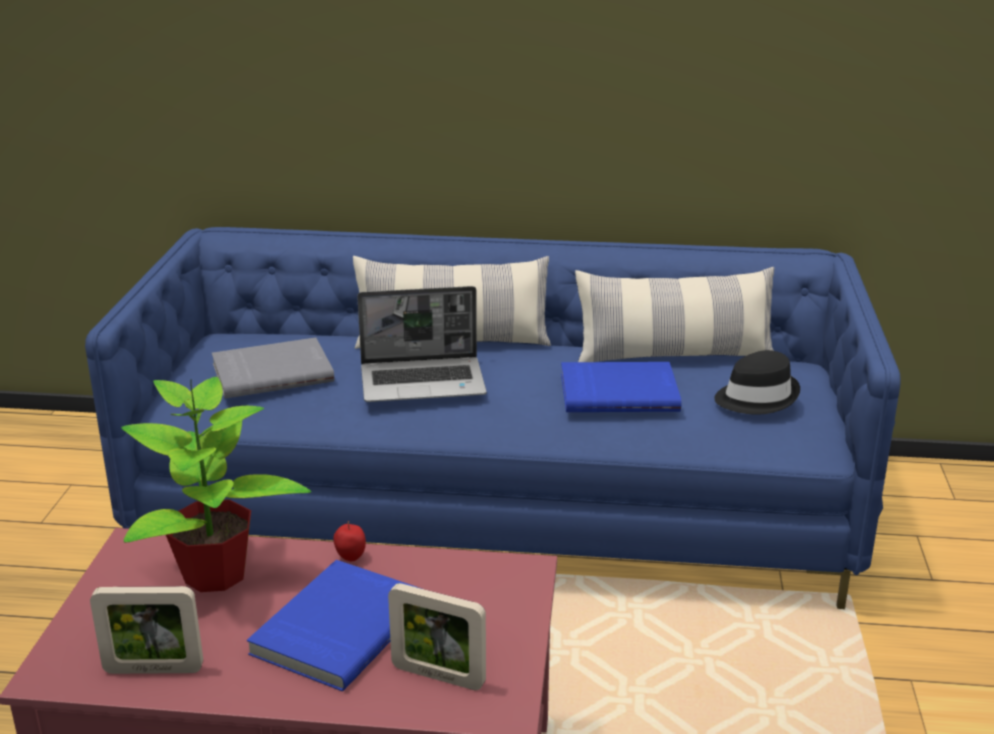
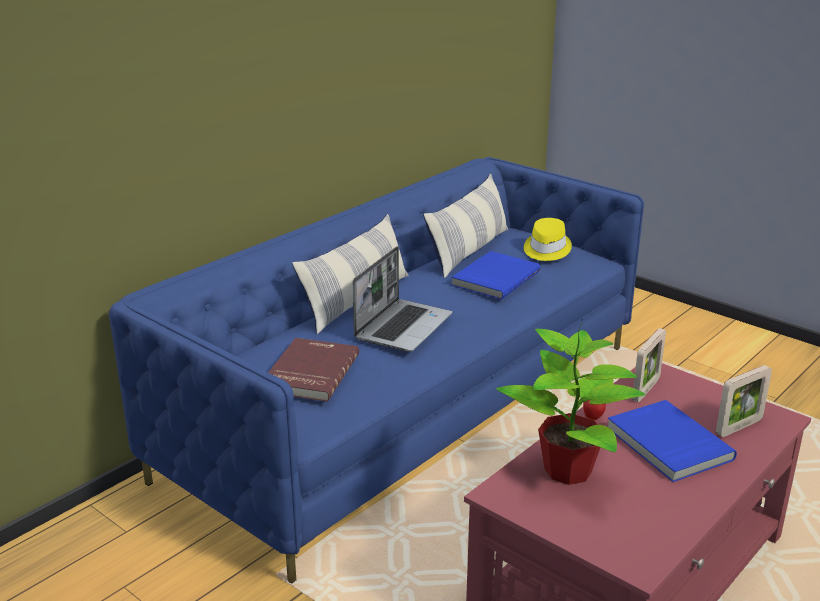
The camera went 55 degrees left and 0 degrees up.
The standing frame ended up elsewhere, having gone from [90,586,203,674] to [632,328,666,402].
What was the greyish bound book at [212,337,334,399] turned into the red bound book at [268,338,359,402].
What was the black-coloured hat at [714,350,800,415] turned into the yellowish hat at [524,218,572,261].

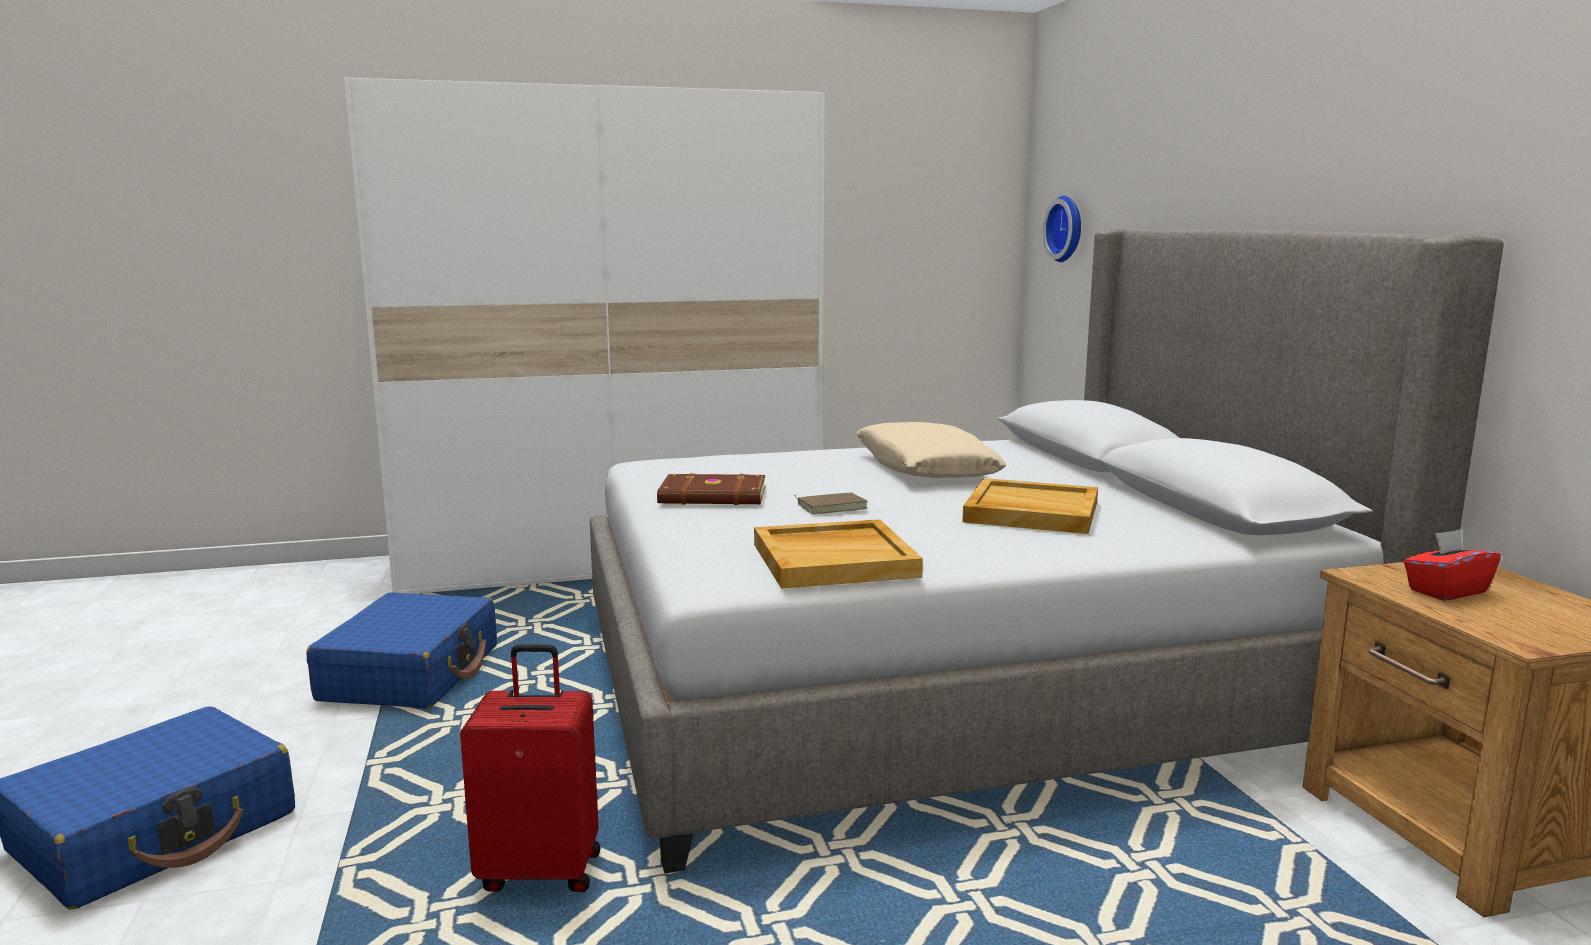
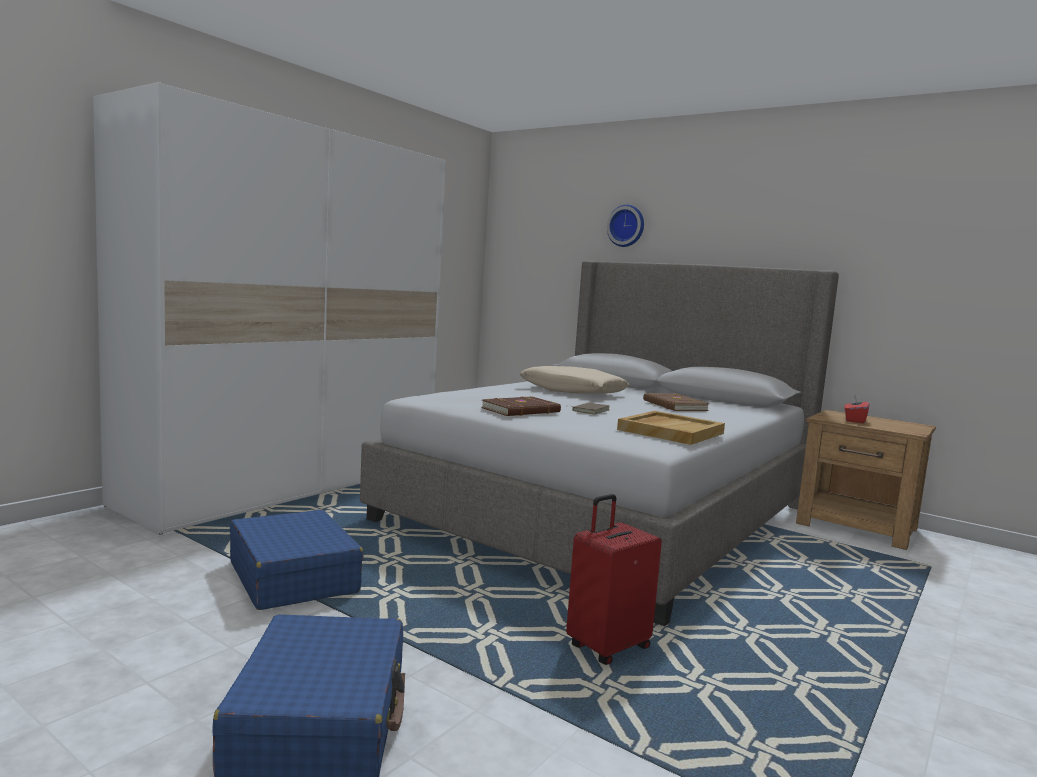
The camera went 40 degrees left and 5 degrees down.
Where the beige carrying tray stood at [962,478,1098,534], the brown-coloured bound book came to stand at [643,393,709,411].
The clock on the wall ended up elsewhere, having gone from [1043,196,1081,262] to [607,205,644,247].

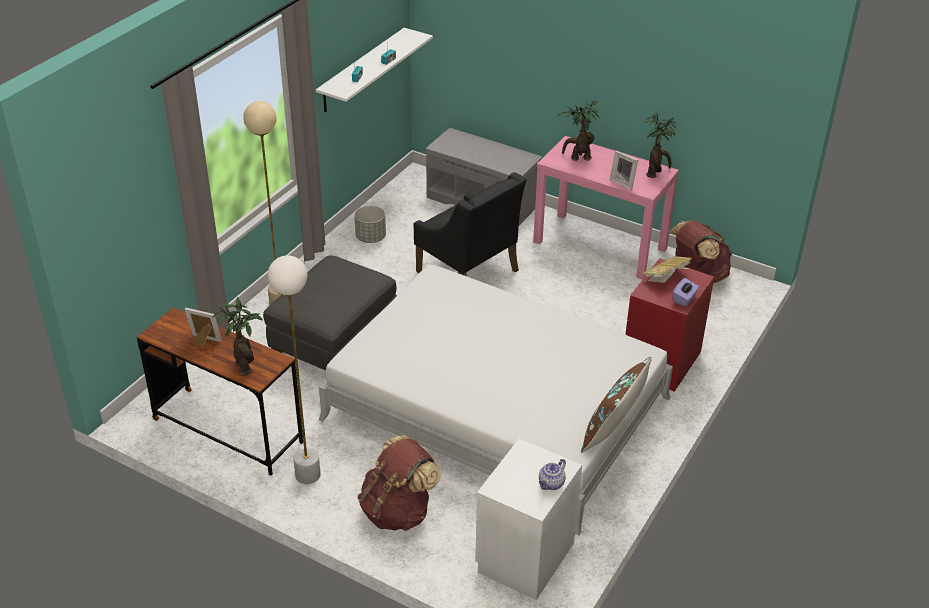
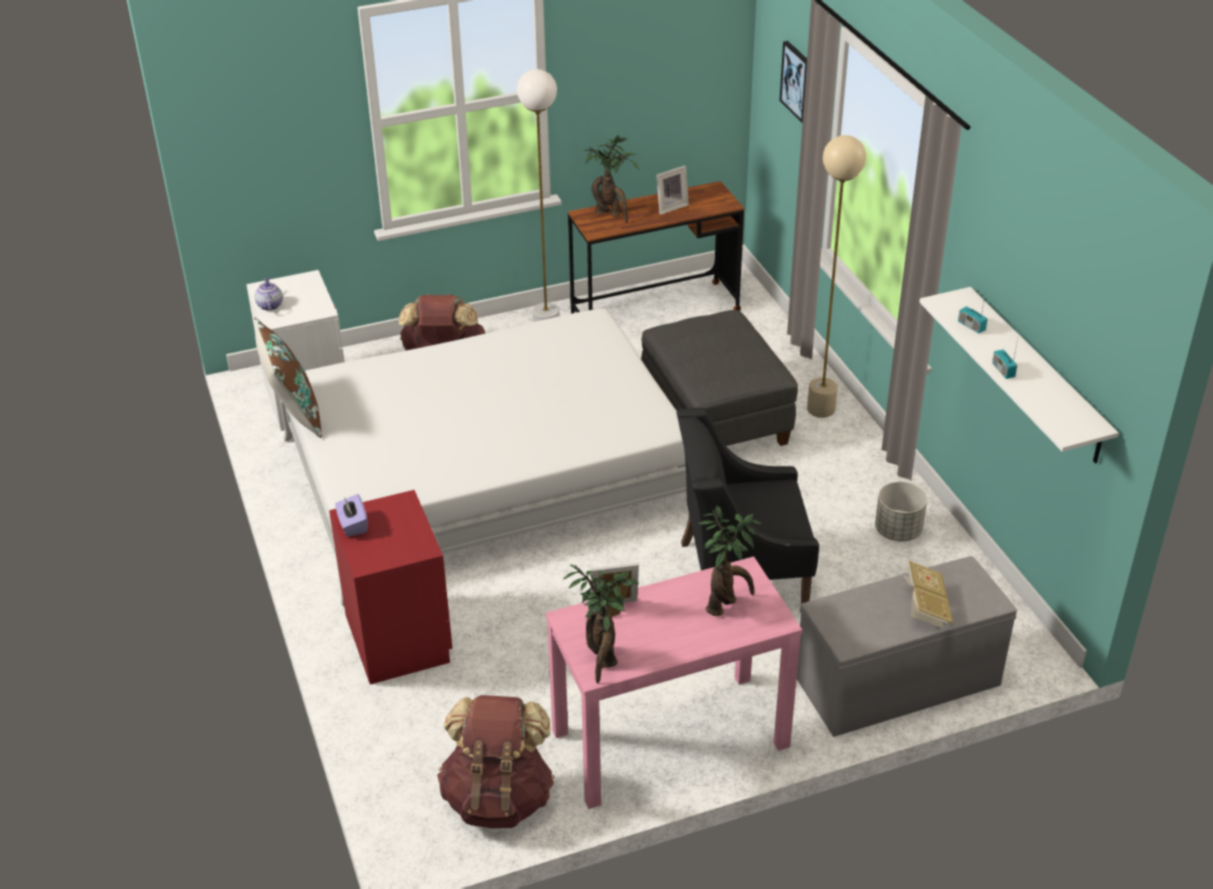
The camera went 130 degrees right and 0 degrees up.
The bound book ended up elsewhere, having gone from [642,256,692,283] to [903,561,953,628].
The second view gained the picture at [780,41,807,123].

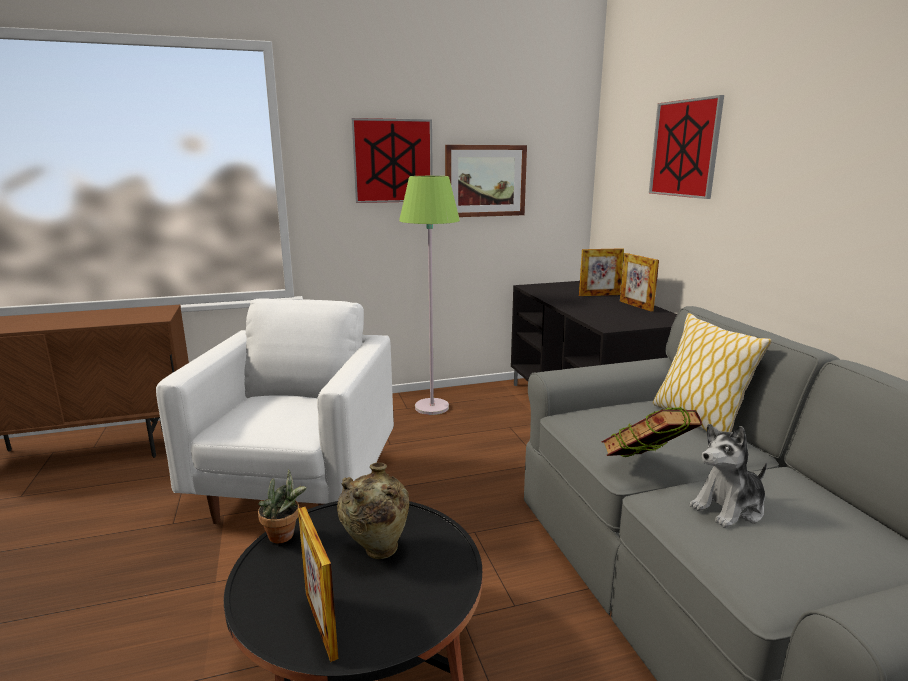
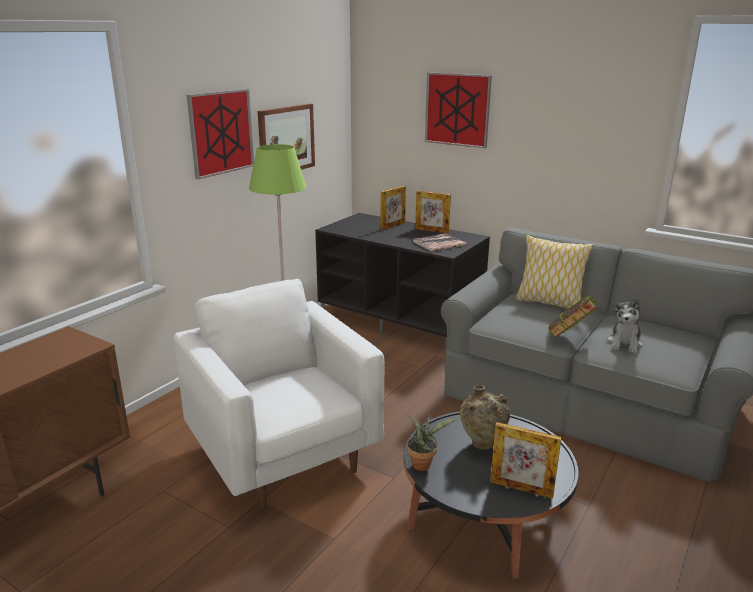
The camera went 40 degrees left and 5 degrees up.
The second view gained the bound book at [413,234,467,252].

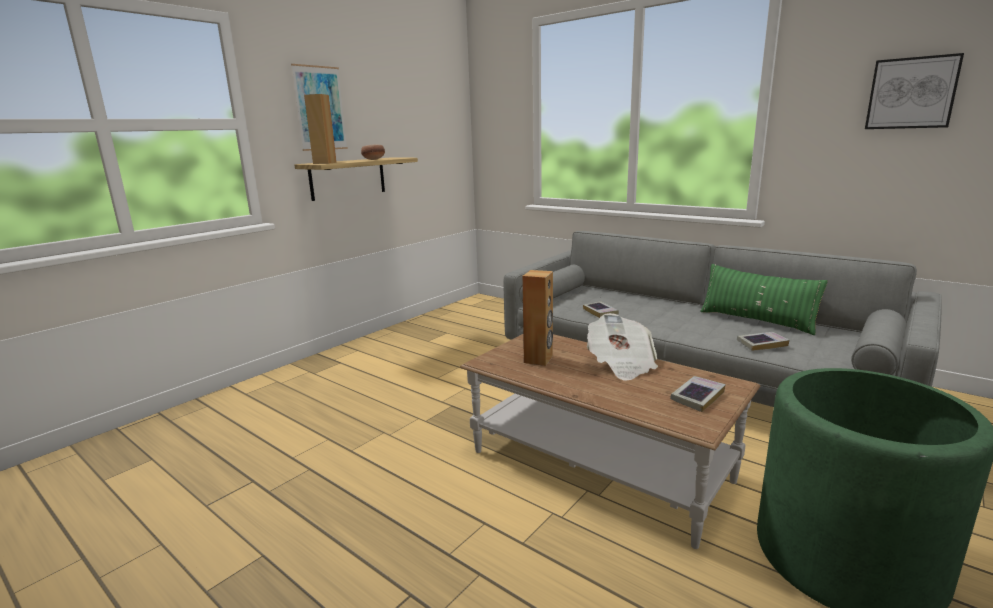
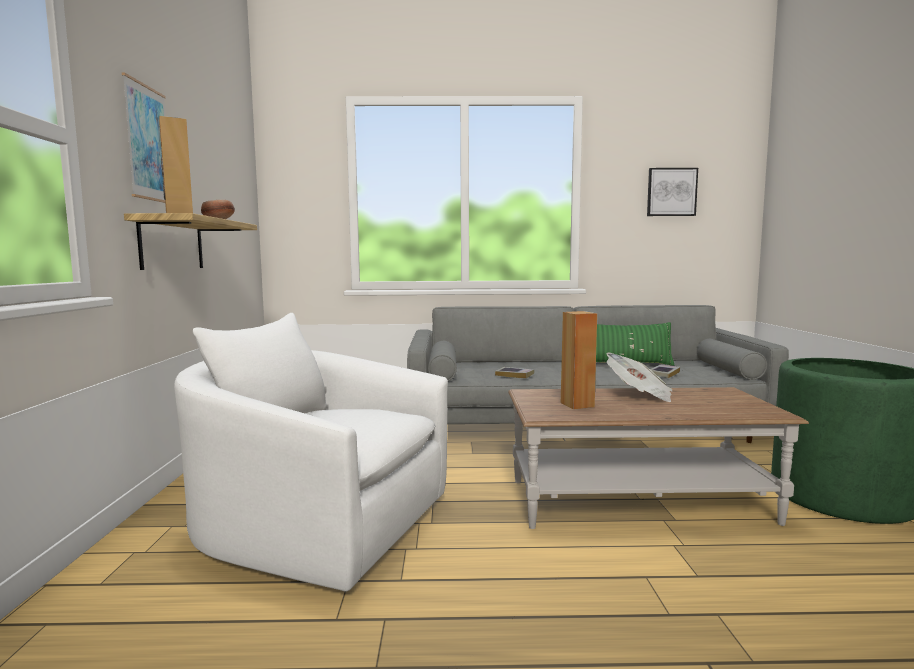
The camera went 40 degrees left and 10 degrees down.
The second view lost the bound book at [670,376,726,412].
The second view gained the white lounge chair at [174,313,448,592].

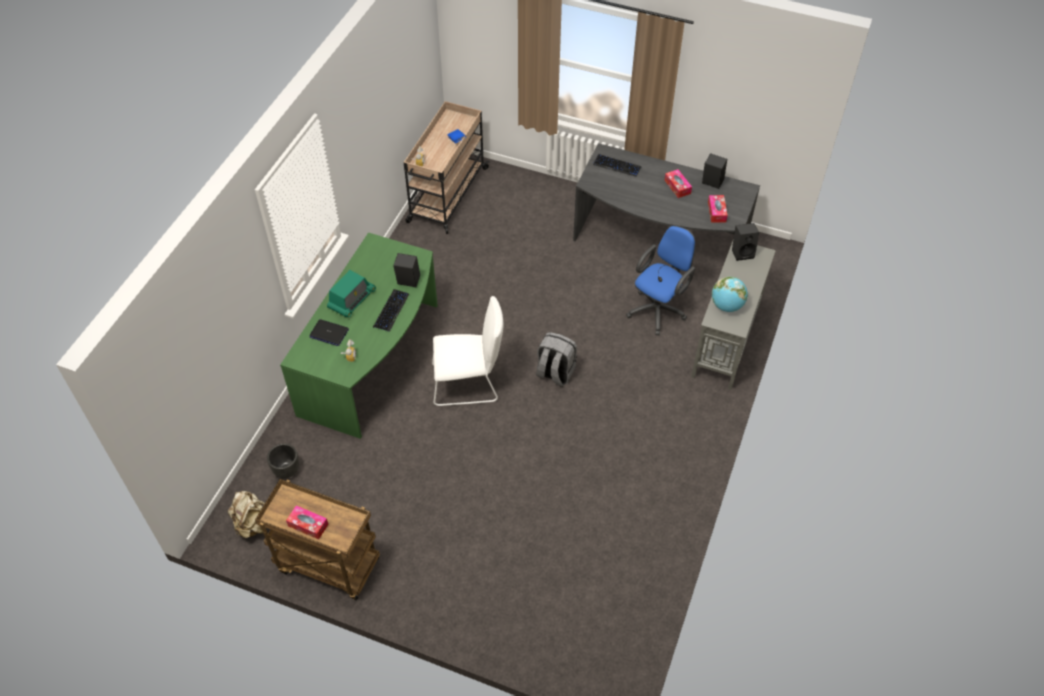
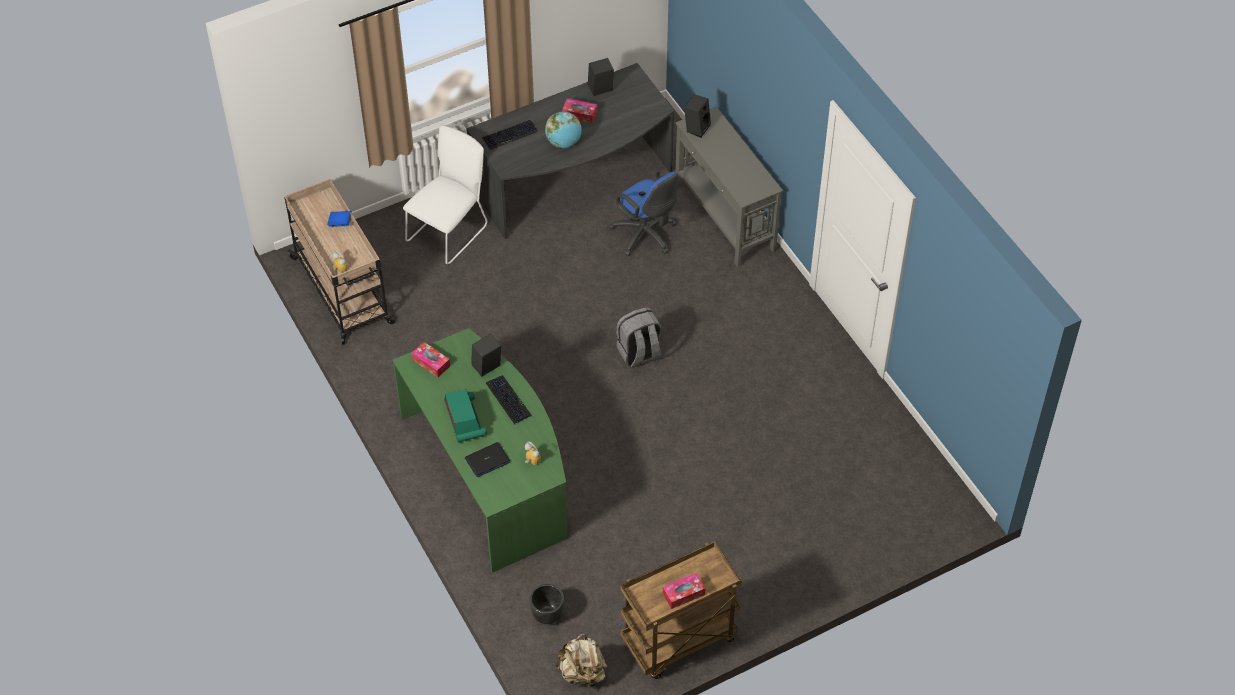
The camera went 50 degrees left and 0 degrees up.
The white chair ended up elsewhere, having gone from [432,296,503,406] to [403,126,487,264].
The blue computer chair at [626,226,695,335] ended up facing another way, 150 degrees clockwise from before.
The box of tissues ended up elsewhere, having gone from [708,195,728,223] to [412,342,450,377].
The desk globe ended up elsewhere, having gone from [712,277,748,312] to [545,112,582,148].

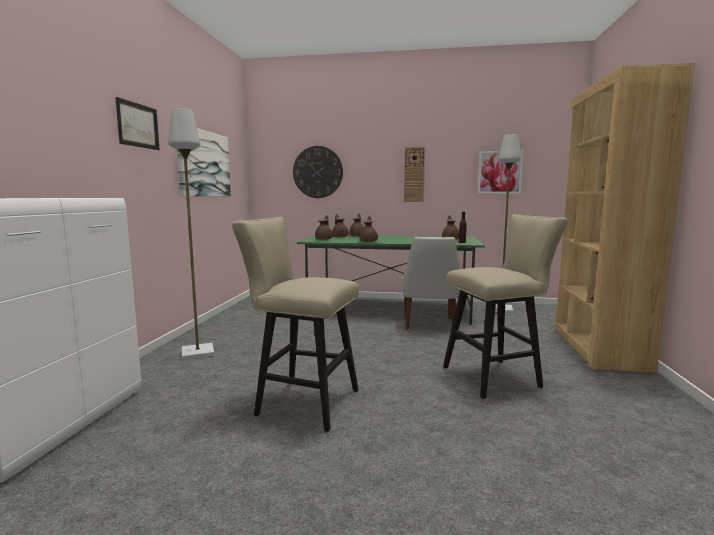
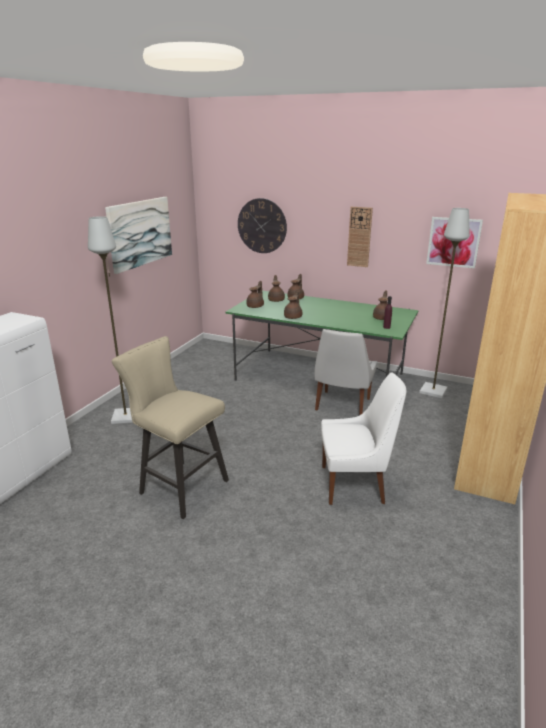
The camera went 15 degrees right and 15 degrees up.
The second view lost the picture at [115,97,160,150].
Where the beige stool seat stood at [443,214,568,399], the white chair came to stand at [321,372,406,505].

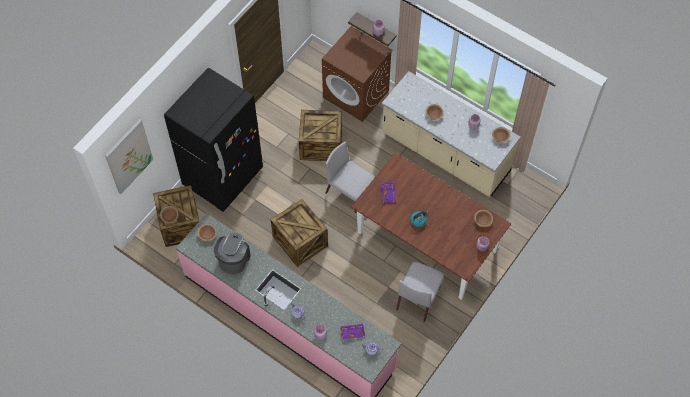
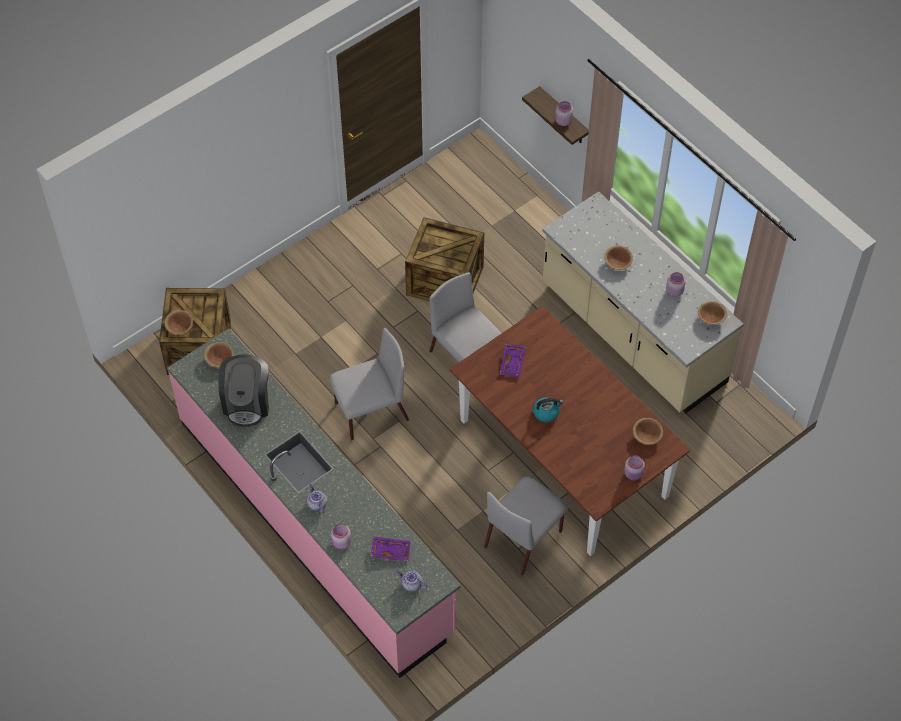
The camera went 15 degrees right and 5 degrees down.
The second view lost the picture at [105,119,153,194].
The second view lost the black-coloured fridge at [164,67,263,212].
The coffee machine at [214,232,251,274] ended up facing another way, 150 degrees clockwise from before.
Where the packing crate stood at [271,199,328,267], the greyish chair came to stand at [329,328,409,440].
The second view lost the brown-coloured laundry appliance at [322,26,392,122].

